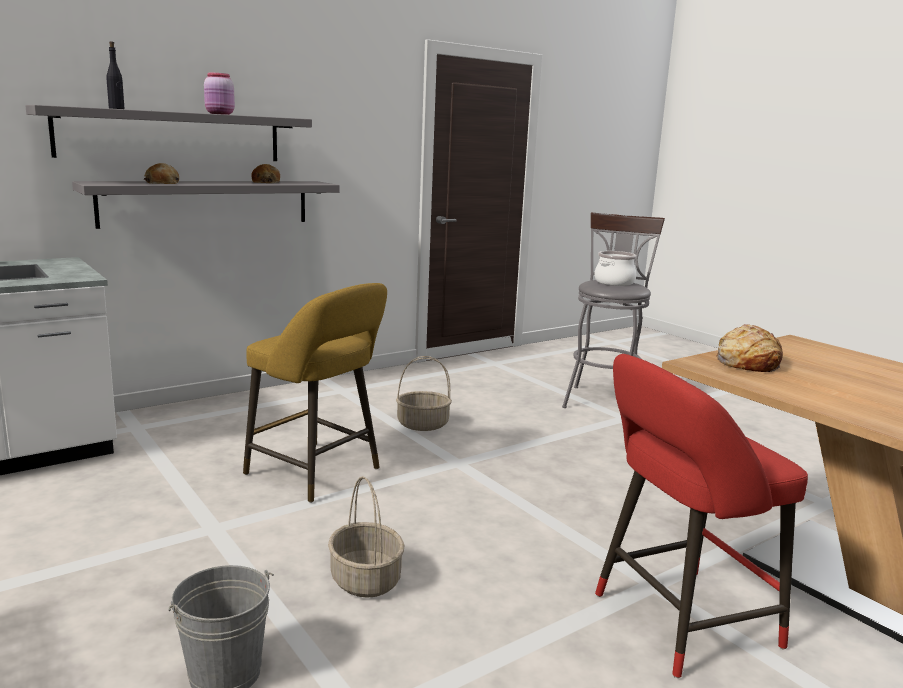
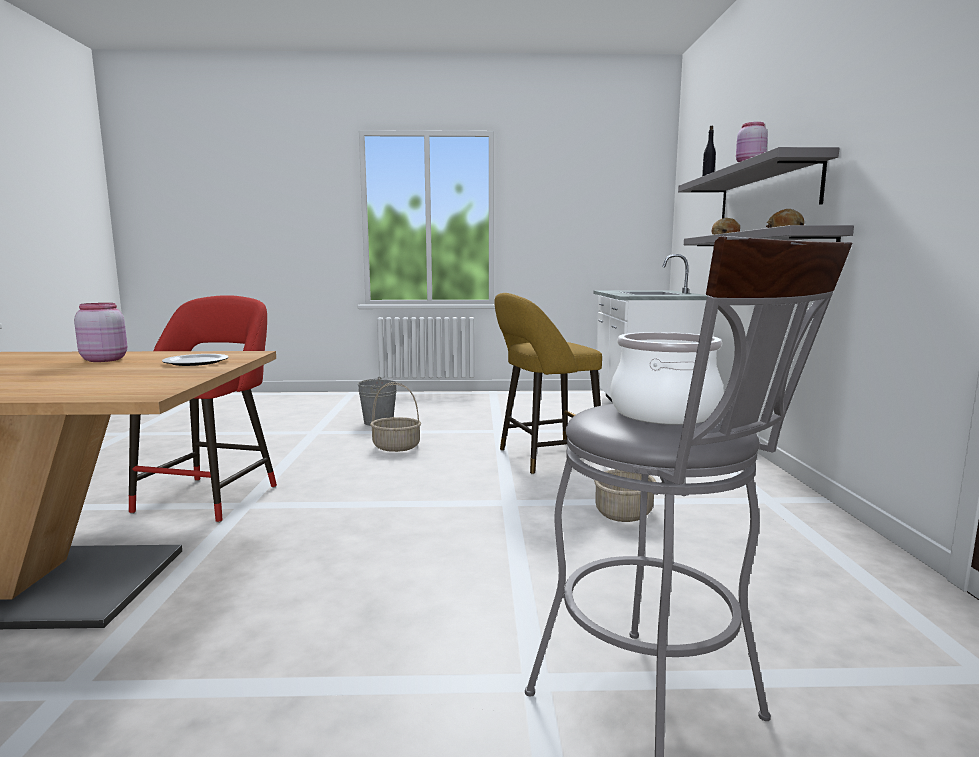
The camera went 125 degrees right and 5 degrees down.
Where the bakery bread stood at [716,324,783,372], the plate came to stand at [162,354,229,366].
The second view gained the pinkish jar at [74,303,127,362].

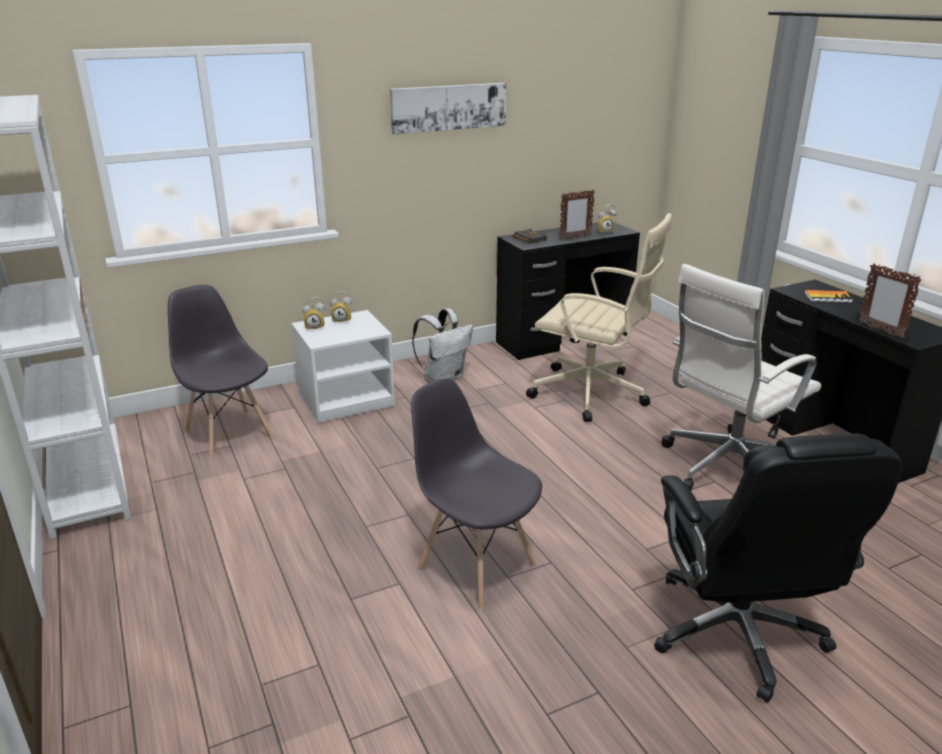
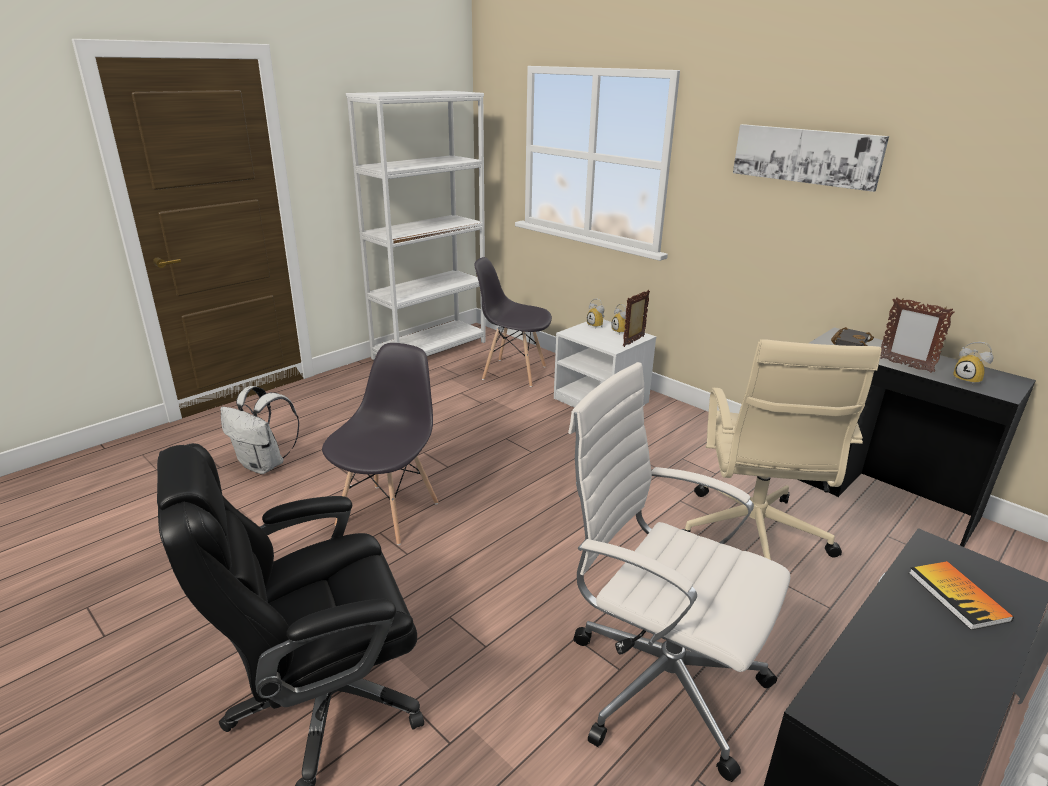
The camera went 70 degrees right and 0 degrees up.
The greyish chair at [168,285,273,460] ended up facing another way, 105 degrees counterclockwise from before.
The white rucksack ended up elsewhere, having gone from [412,308,473,381] to [220,386,300,474].
The standing frame ended up elsewhere, having gone from [859,263,921,339] to [623,290,650,347].

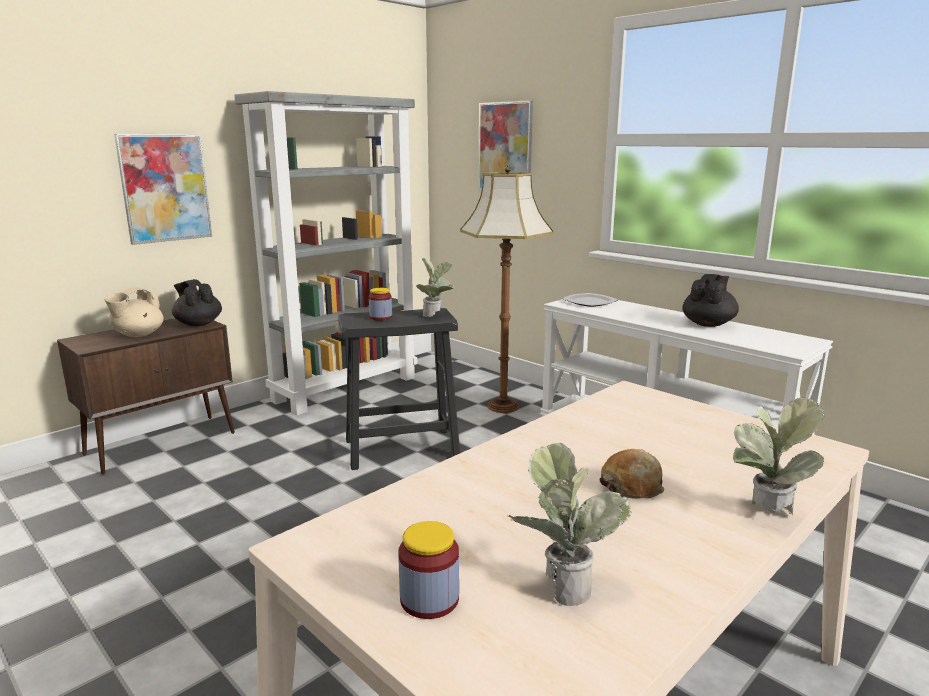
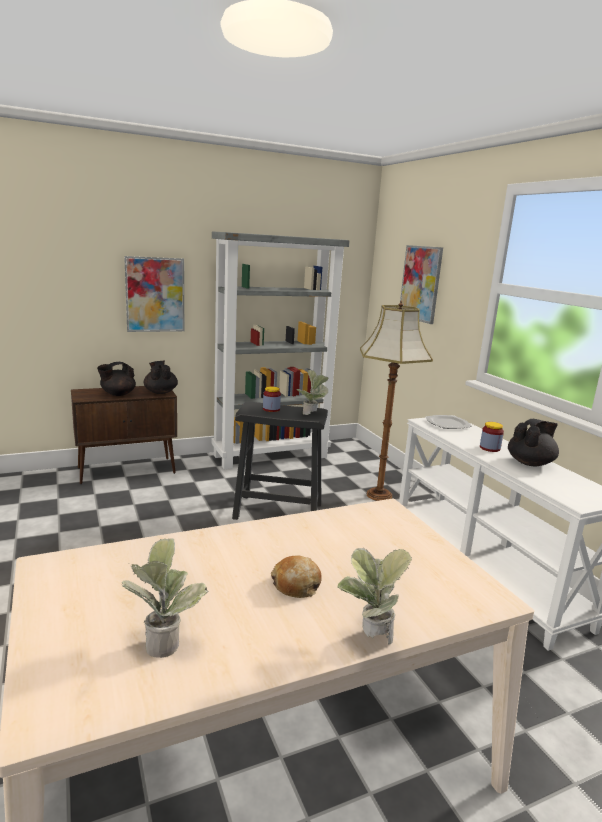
The camera went 20 degrees right and 0 degrees up.
What was the beige pot for tea at [104,287,164,337] turned into the black-coloured pot for tea at [97,362,136,396].
The jar ended up elsewhere, having gone from [398,521,459,619] to [480,422,504,452].

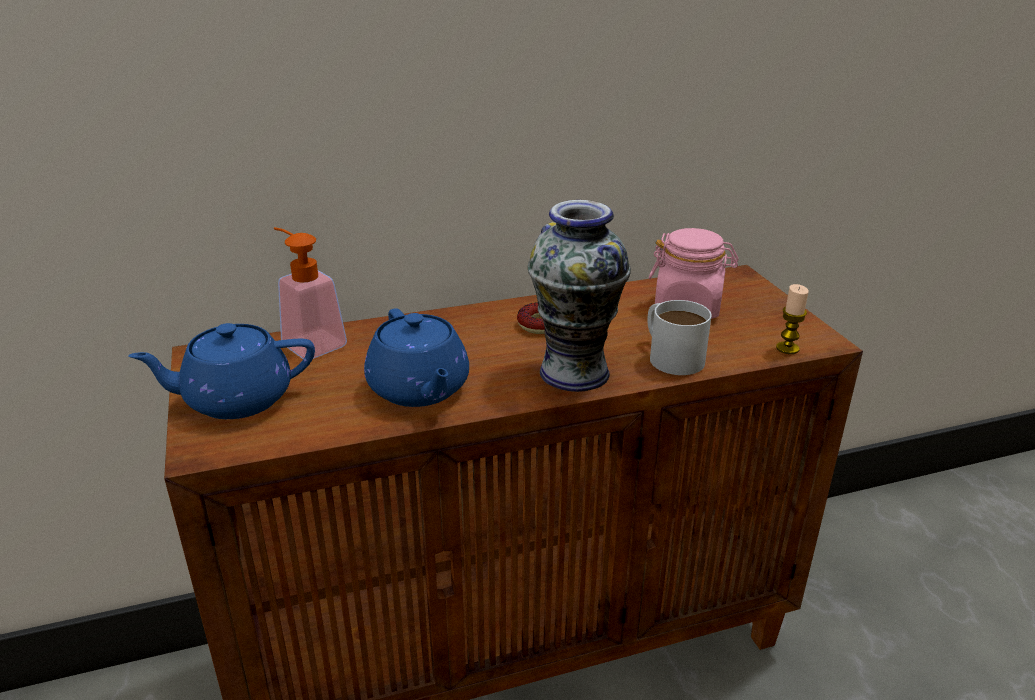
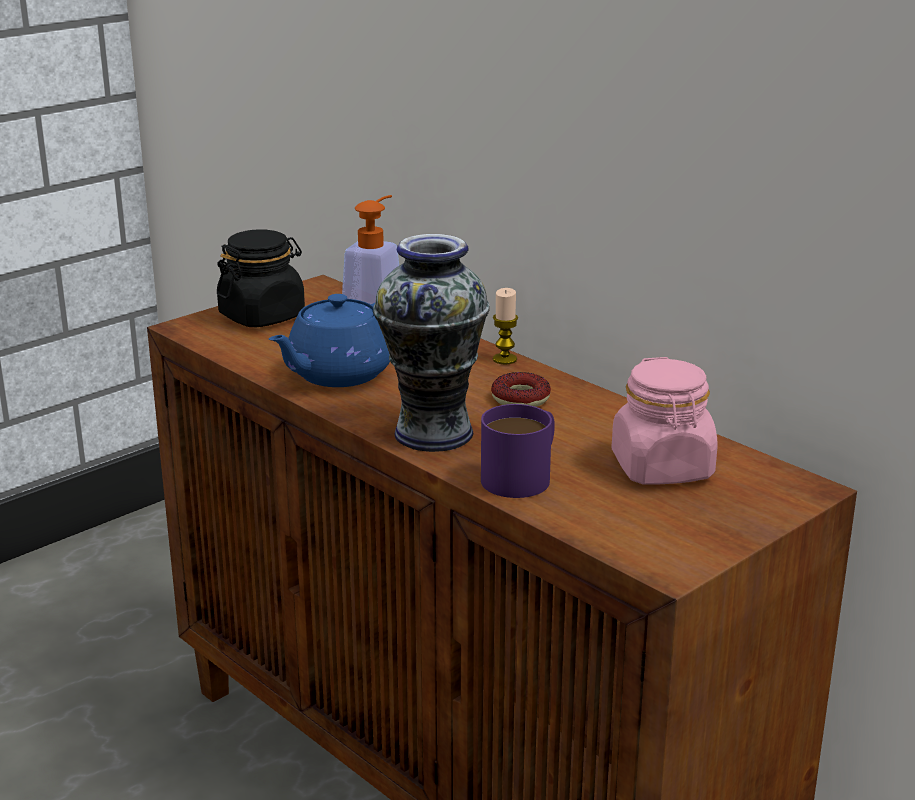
The camera went 65 degrees right and 5 degrees down.
Where the blue pot for tea stood at [128,323,315,419], the black-coloured jar came to stand at [217,230,305,327].
What was the white mug at [647,300,712,375] turned into the purplish mug at [481,404,555,498].
The candle ended up elsewhere, having gone from [776,284,809,354] to [493,288,518,365].

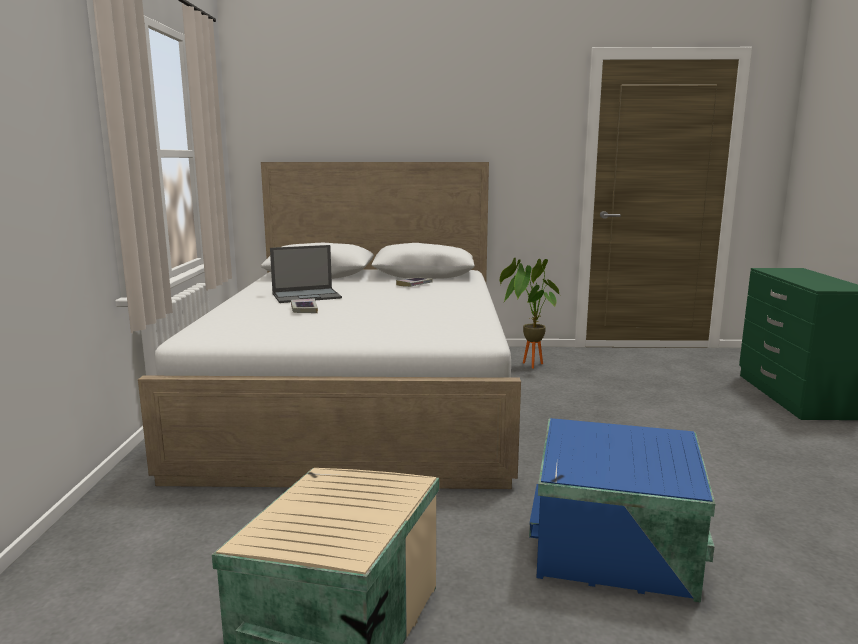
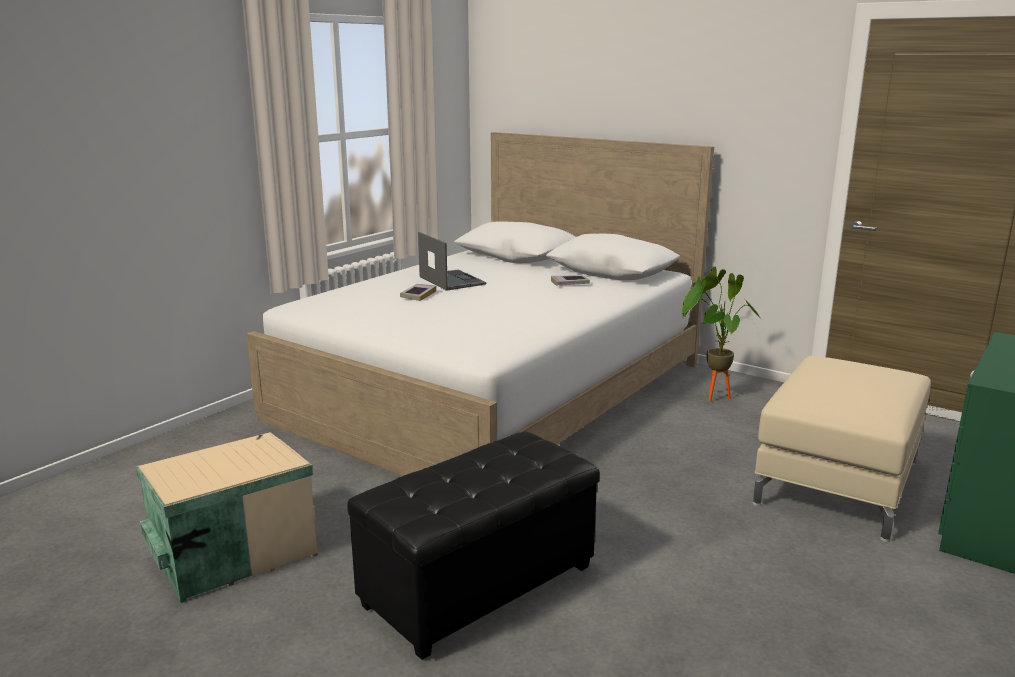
The camera went 35 degrees right and 5 degrees up.
The laptop at [270,245,342,303] ended up facing another way, 135 degrees counterclockwise from before.
Where the blue storage box stood at [529,418,715,603], the black-coloured footrest came to stand at [347,432,600,660].
The second view gained the beige footrest at [753,356,931,542].

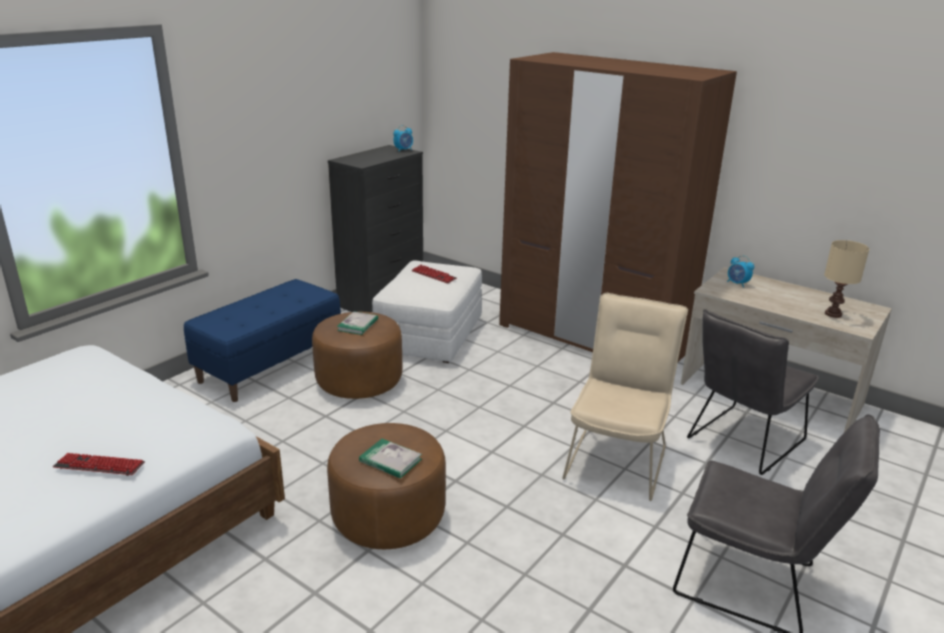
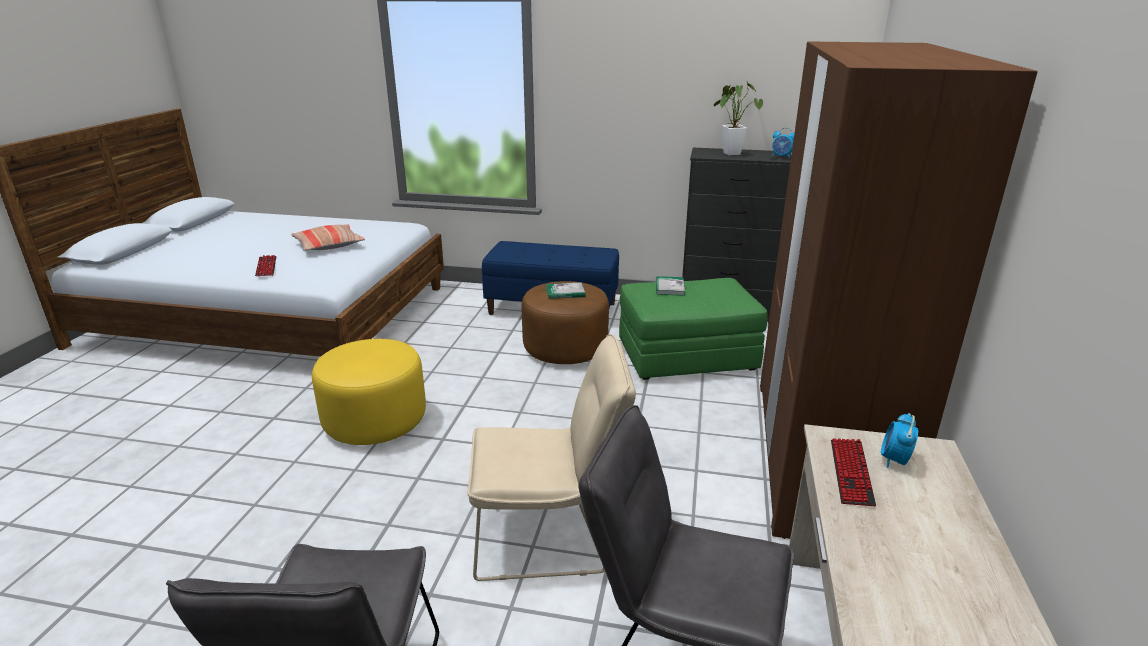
The camera went 65 degrees right and 0 degrees up.
What was the brown-coloured footrest at [327,423,446,549] turned into the yellowish footrest at [312,339,426,445].
The bound book ended up elsewhere, having gone from [359,439,422,479] to [656,276,685,296].
What was the white footrest at [372,260,482,363] turned into the greenish footrest at [619,278,767,380].
The computer keyboard ended up elsewhere, having gone from [411,265,457,284] to [831,438,876,506].
The second view lost the beige tabletop lamp at [824,240,869,318].
The second view gained the throw pillow at [291,224,365,251].
The second view gained the plant in a pot at [714,82,763,156].

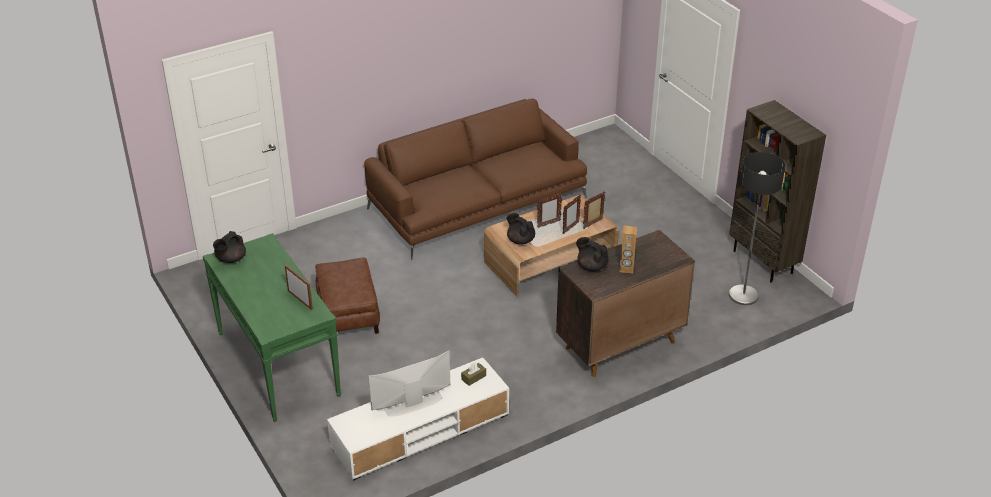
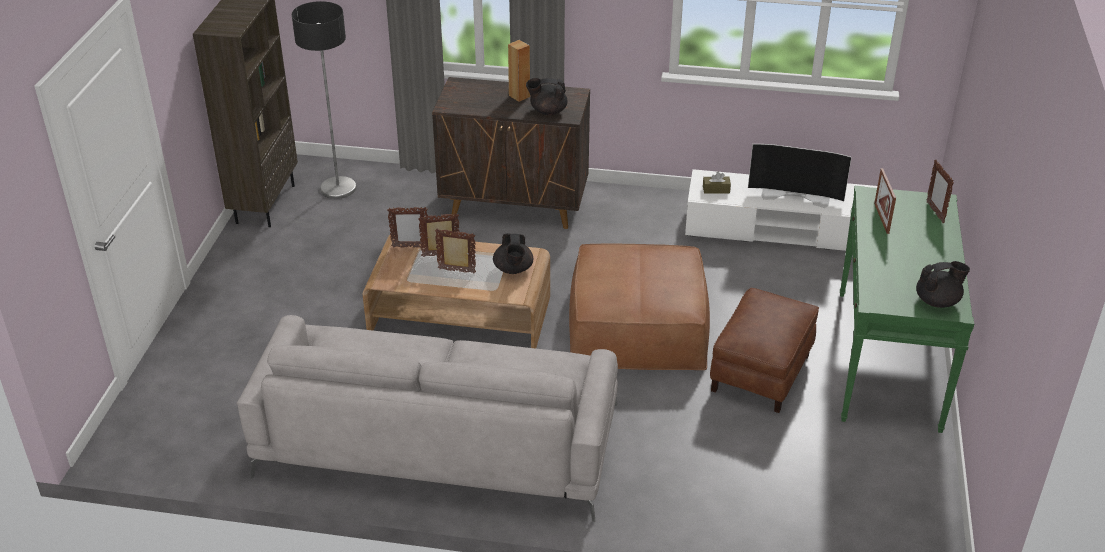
The camera went 140 degrees left and 0 degrees up.
What was the brown-coloured couch at [364,99,587,260] turned into the greyish couch at [237,315,618,522].
The black-coloured pot for tea at [576,237,609,271] ended up facing another way, 105 degrees clockwise from before.
The second view gained the brown-coloured footrest at [569,243,710,370].
The second view gained the standing frame at [926,160,954,223].

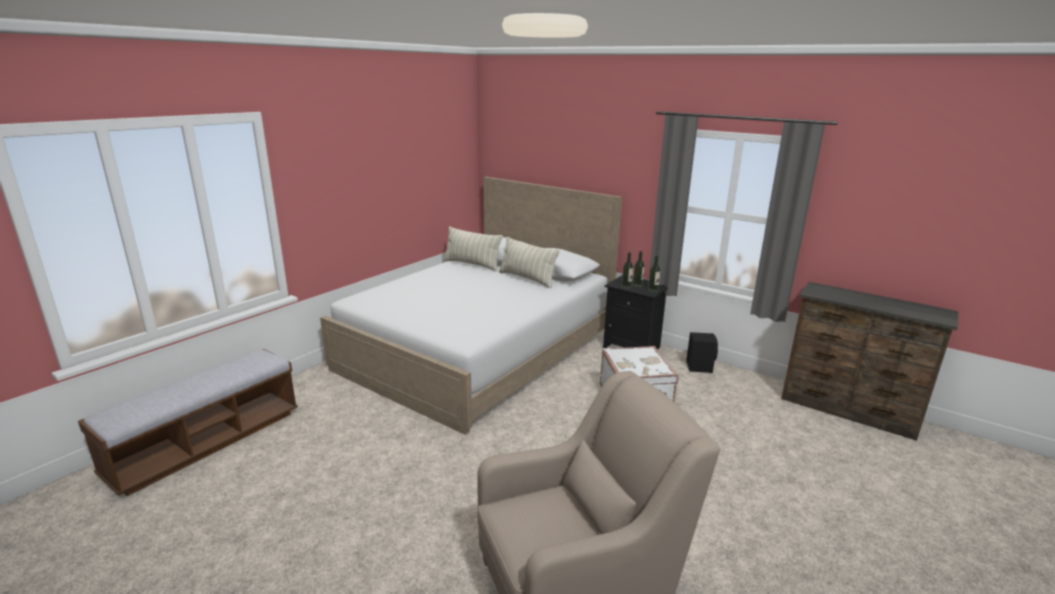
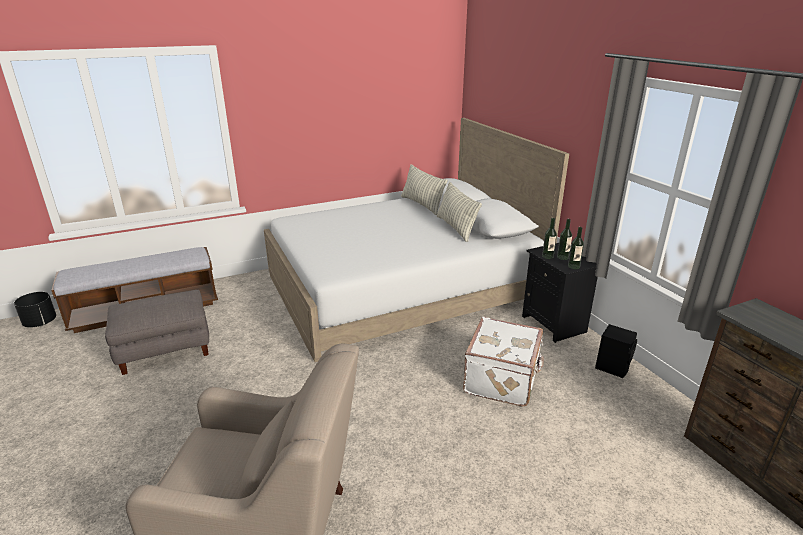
The camera went 30 degrees right and 5 degrees up.
The second view gained the black-coloured plant pot at [14,292,56,327].
The second view gained the greyish footrest at [105,290,209,375].

